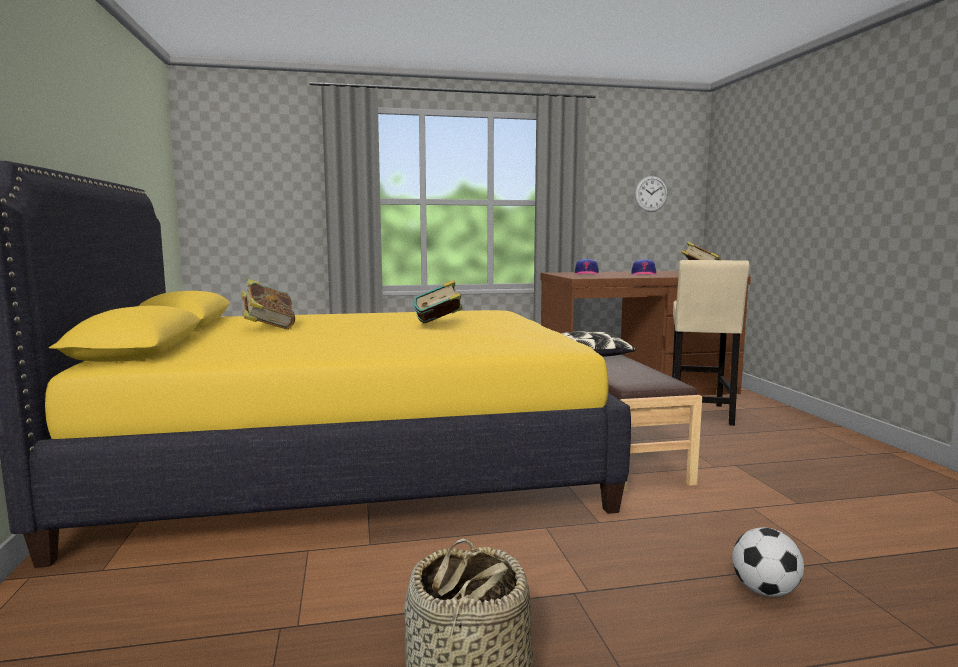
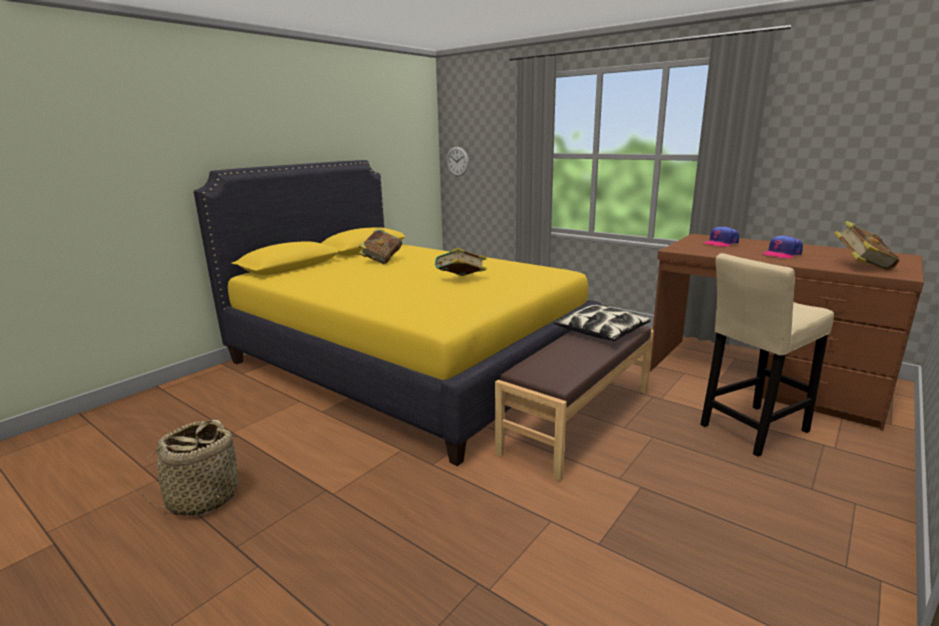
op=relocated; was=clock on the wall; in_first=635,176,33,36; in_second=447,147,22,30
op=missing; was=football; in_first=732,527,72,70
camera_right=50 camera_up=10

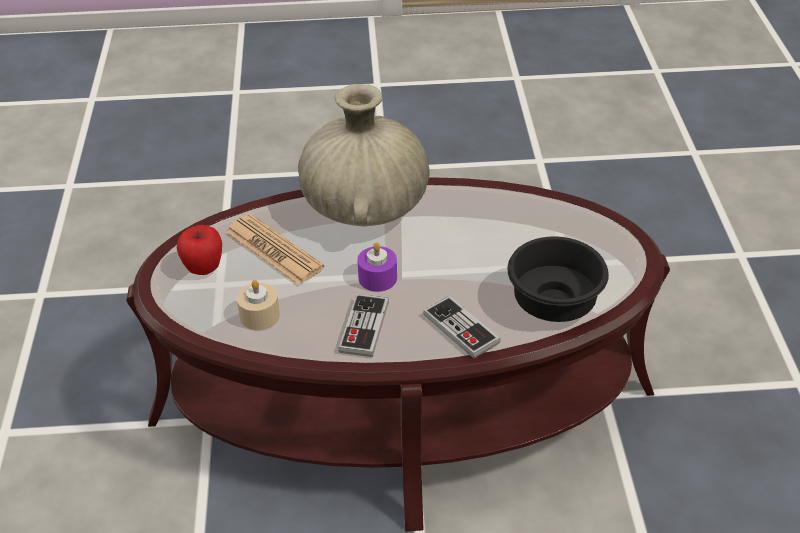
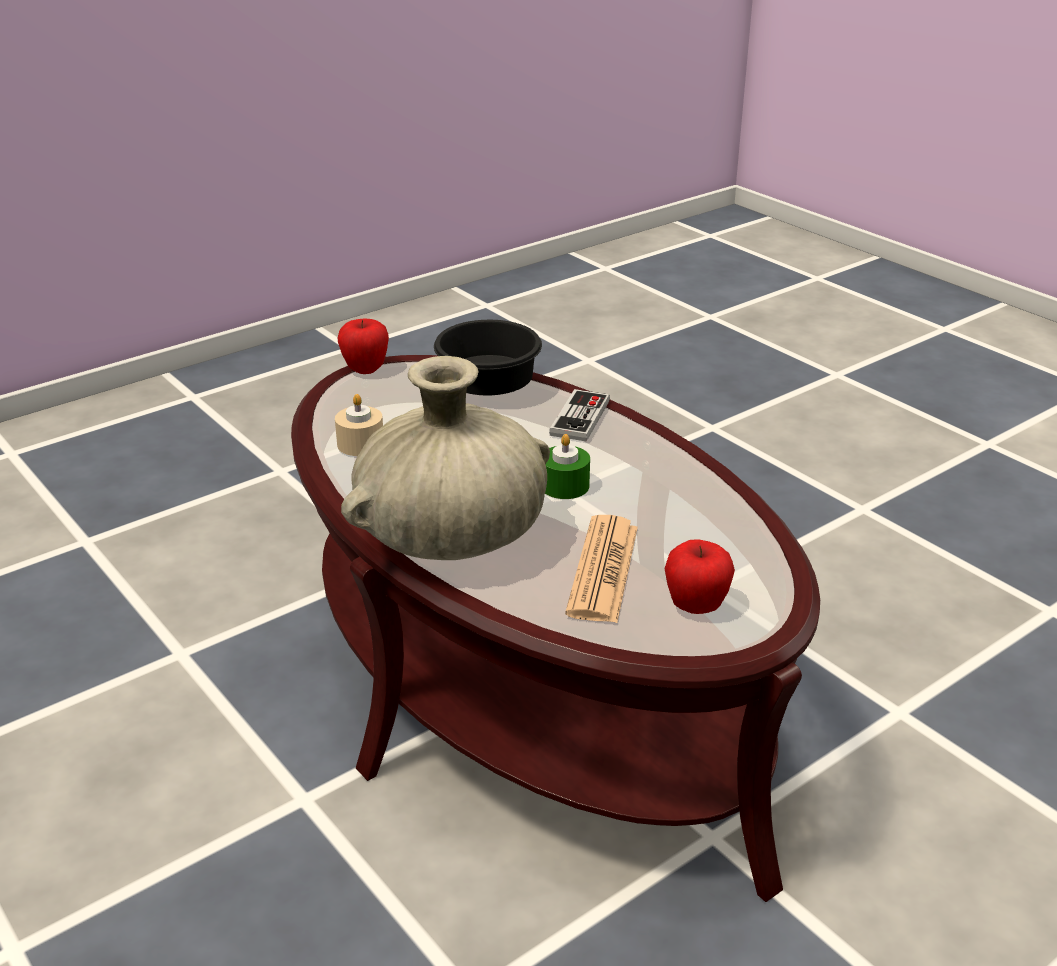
op=relocated; was=sand-coloured wax light; in_first=237,280,43,50; in_second=335,394,48,62
op=appeared; now=apple fruit; in_second=337,318,52,56
op=colour; was=purple-coloured wax light; now=greenish wax light; in_first=357,242,40,50; in_second=545,434,45,65
op=missing; was=joypad; in_first=338,294,51,63
camera_right=-125 camera_up=-10

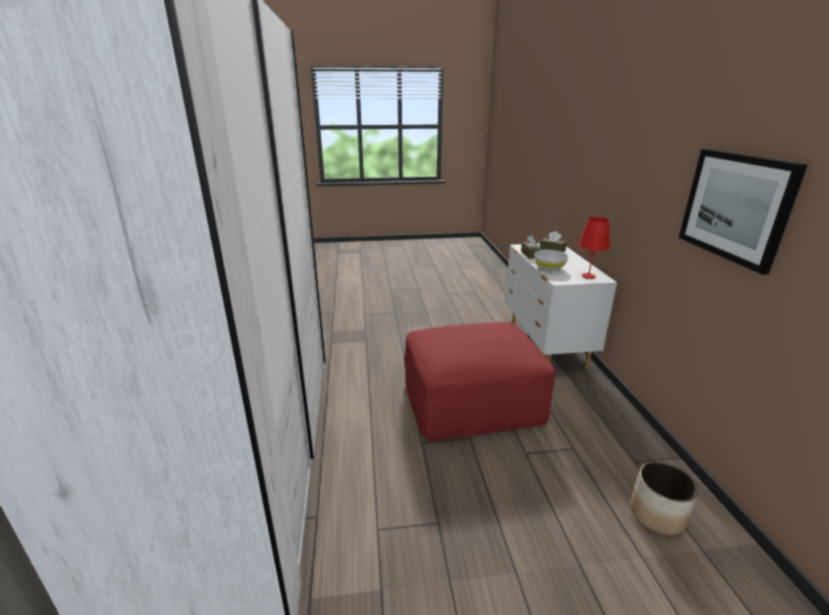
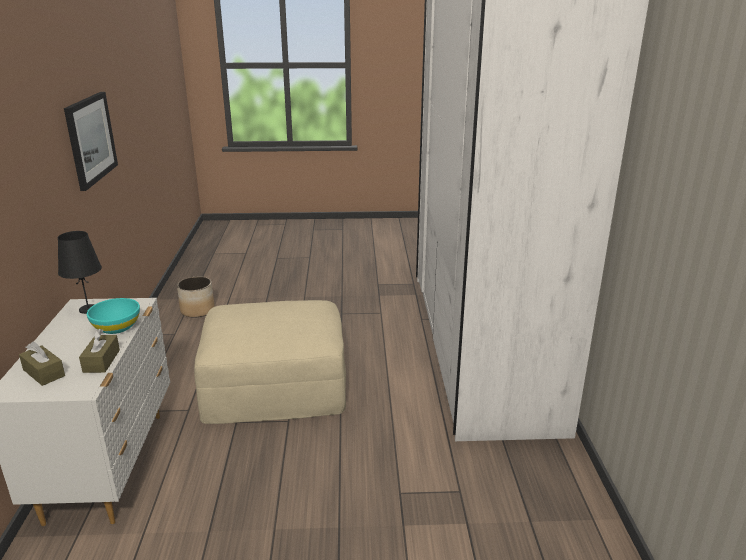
op=colour; was=reddish lamp for a table; now=black-coloured lamp for a table; in_first=578,217,32,62; in_second=58,231,44,83
op=colour; was=white-coloured deep dish; now=turquoise deep dish; in_first=534,250,34,21; in_second=87,298,53,36
op=colour; was=reddish footrest; now=sand-coloured footrest; in_first=405,322,150,119; in_second=194,300,152,124
camera_right=-175 camera_up=0

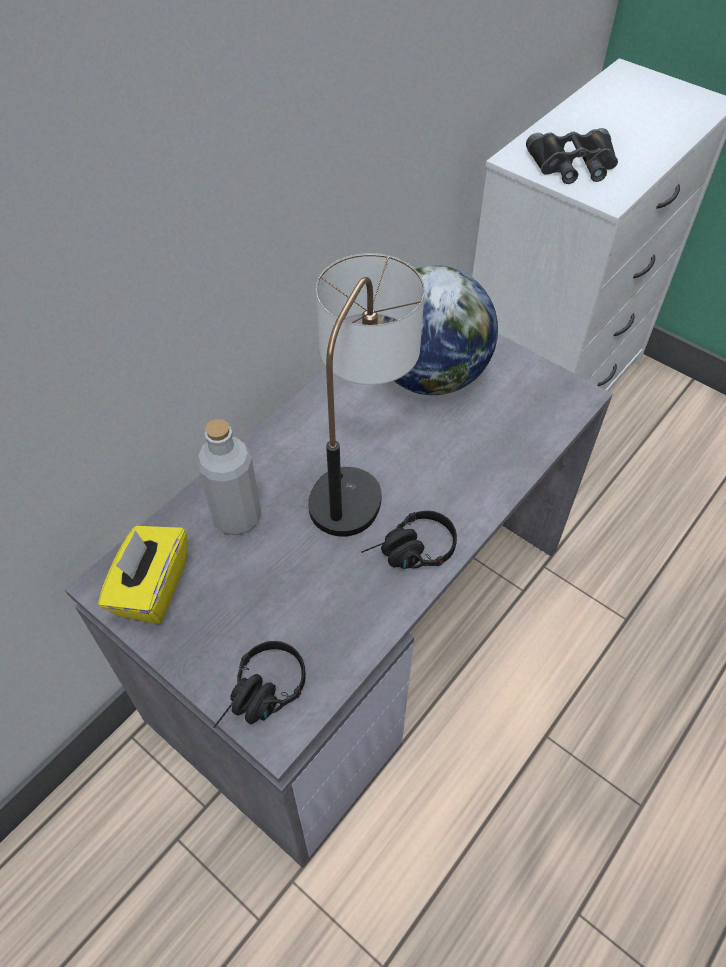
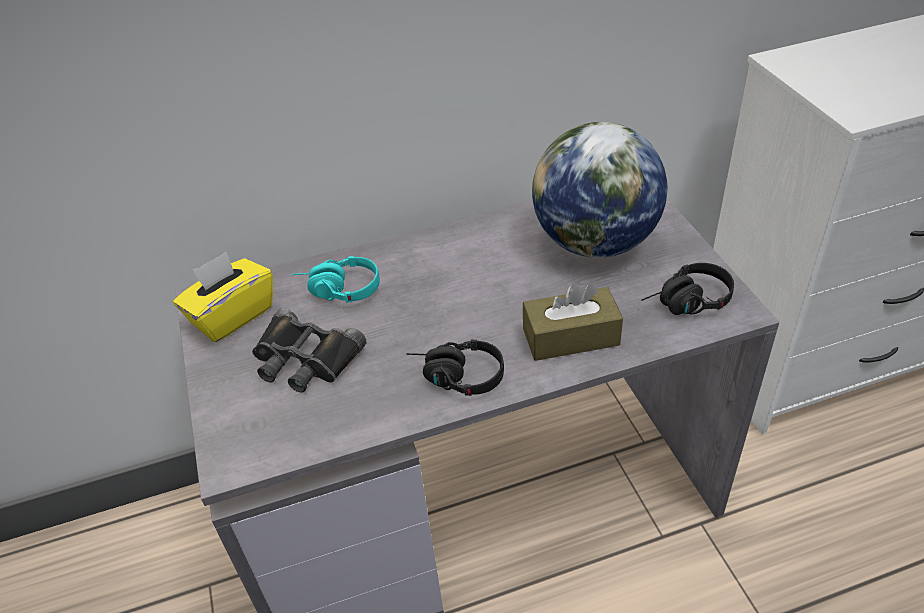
op=relocated; was=black-coloured binoculars; in_first=526,128,92,56; in_second=252,308,114,85
op=exchanged; was=grey beverage bottle; now=turquoise headphones; in_first=197,419,64,116; in_second=292,256,88,46
op=appeared; now=brown-coloured box of tissues; in_second=523,283,100,78
op=relocated; was=black-coloured headphones; in_first=214,641,92,87; in_second=641,263,93,52
op=missing; was=lamp for a table; in_first=308,253,117,284
camera_right=35 camera_up=-10

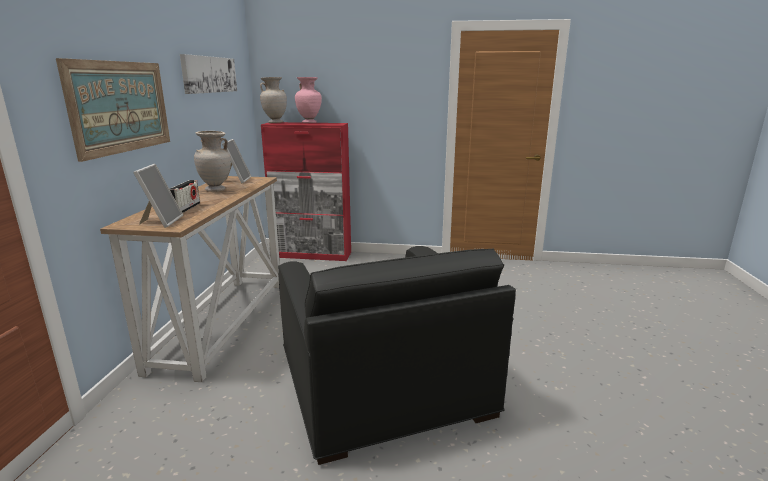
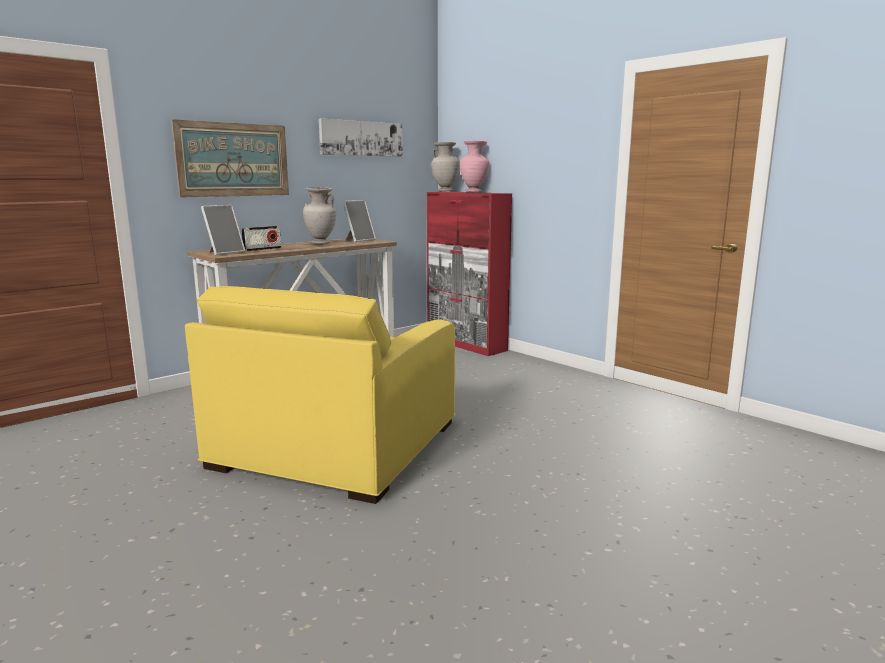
op=colour; was=black-coloured lounge chair; now=yellowish lounge chair; in_first=278,246,238,219; in_second=185,286,270,218
camera_right=40 camera_up=-5

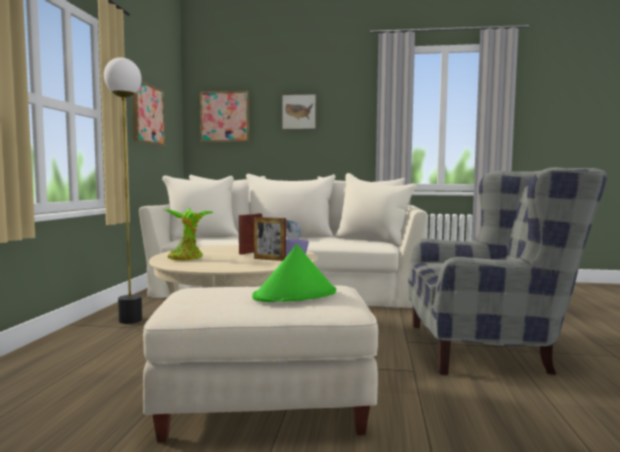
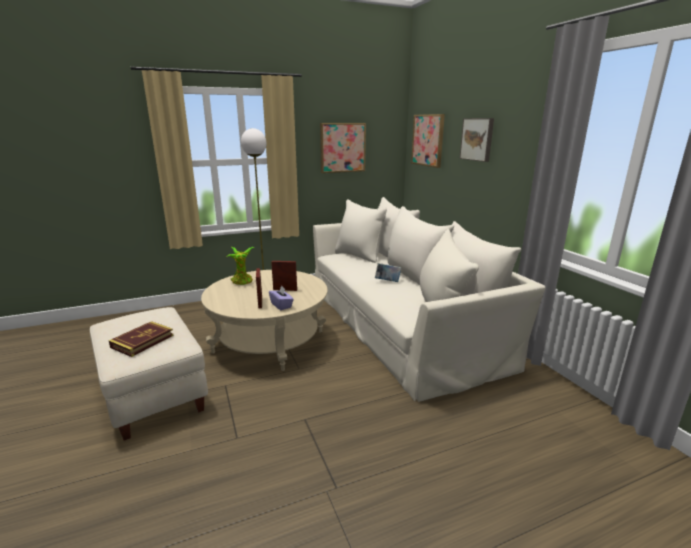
op=exchanged; was=greenish hat; now=volume; in_first=252,244,84,58; in_second=109,321,65,36
op=missing; was=grey lounge chair; in_first=408,167,199,208
camera_right=60 camera_up=15

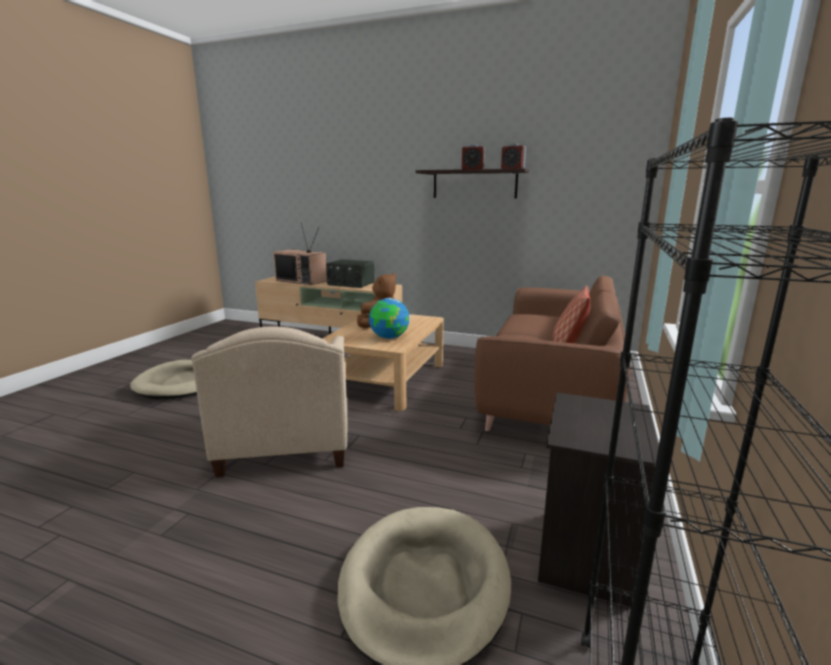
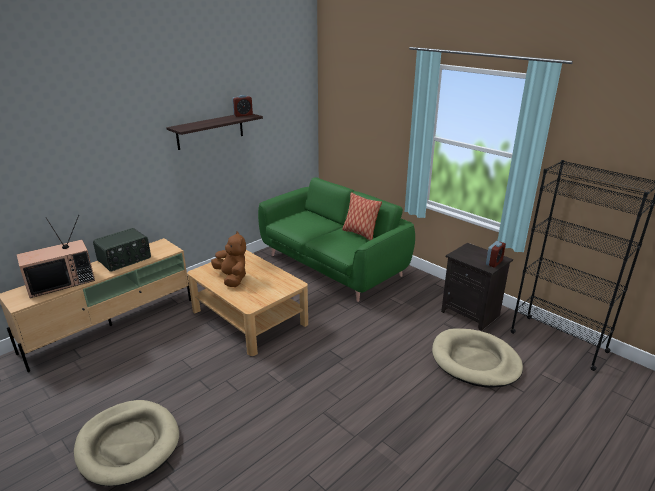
op=colour; was=brown-coloured settee; now=greenish settee; in_first=474,276,156,155; in_second=258,177,157,125
op=relocated; was=bedside clock; in_first=462,144,23,25; in_second=486,241,20,26
op=missing; was=sand-coloured lounge chair; in_first=191,326,156,151
op=missing; was=world globe; in_first=369,298,40,41
camera_right=-65 camera_up=10

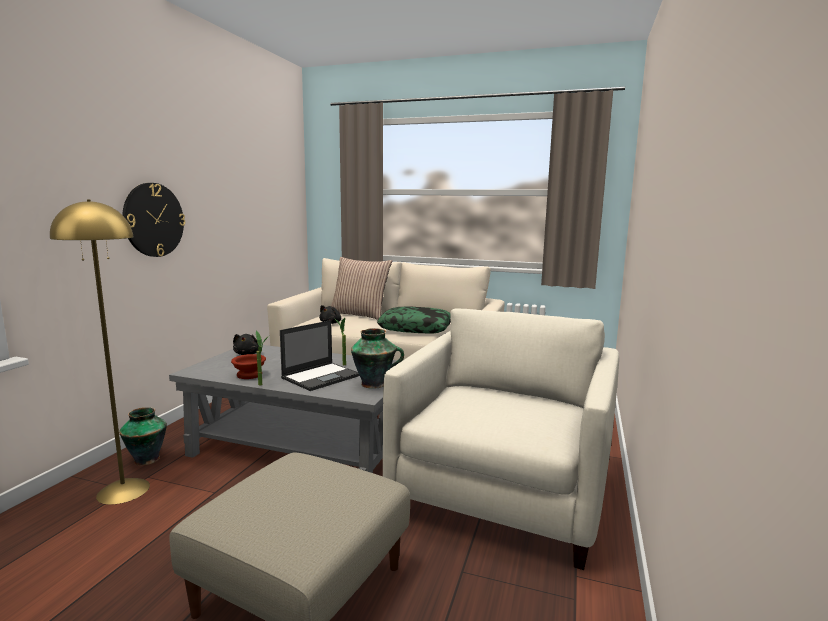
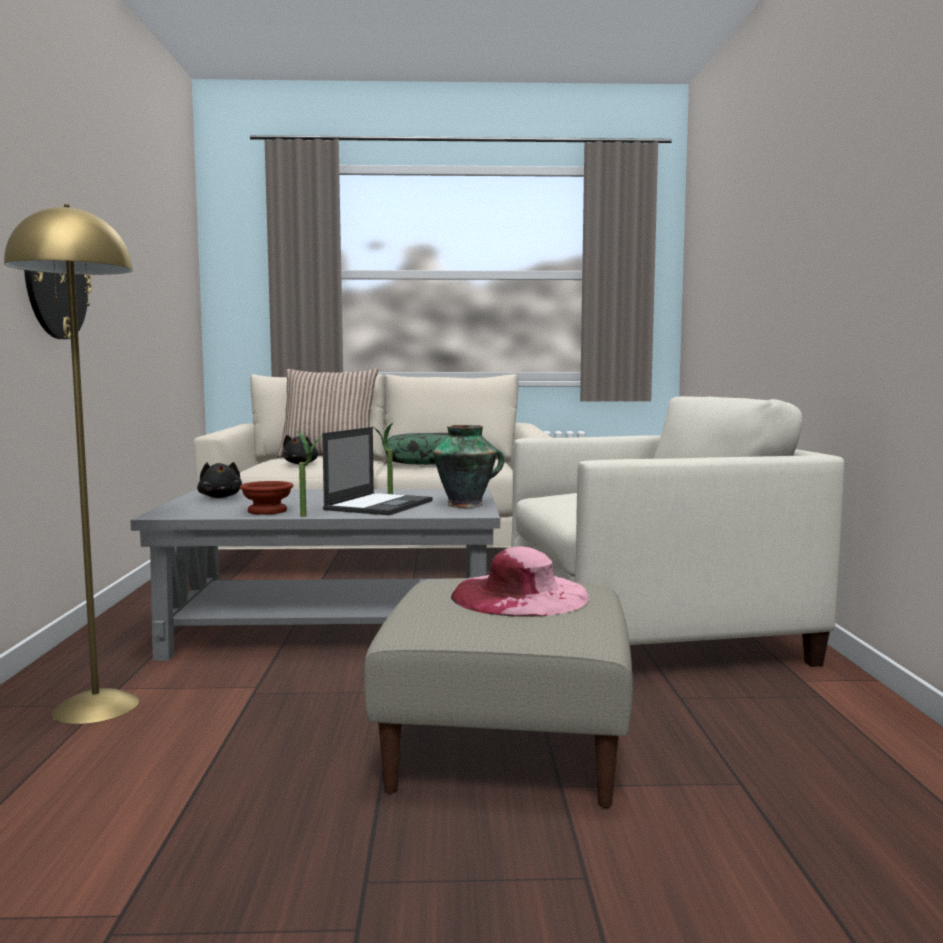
op=appeared; now=pink hat; in_second=451,546,138,71
op=spun; was=sand-coloured lounge chair; in_first=383,309,236,261; in_second=511,396,333,271; clockwise=75
op=missing; was=vase; in_first=119,407,48,59
camera_right=-20 camera_up=-5

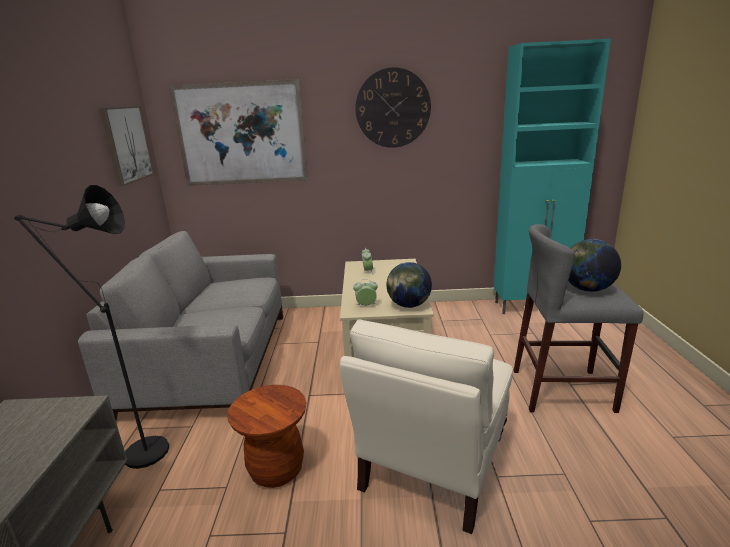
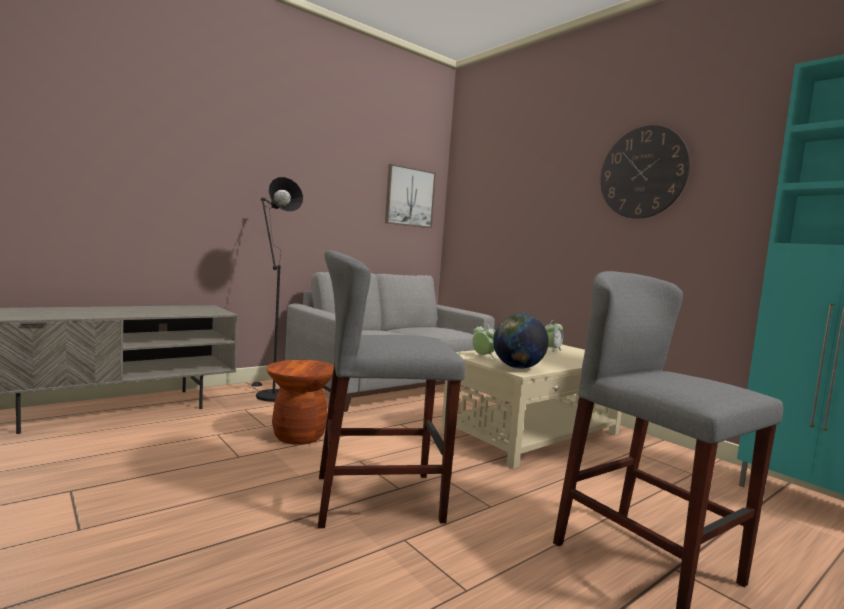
op=exchanged; was=sand-coloured lounge chair; now=grey stool; in_first=340,319,173,215; in_second=318,250,148,278
op=missing; was=wall art; in_first=169,79,139,107
op=missing; was=world globe; in_first=568,239,53,53
camera_right=50 camera_up=-15

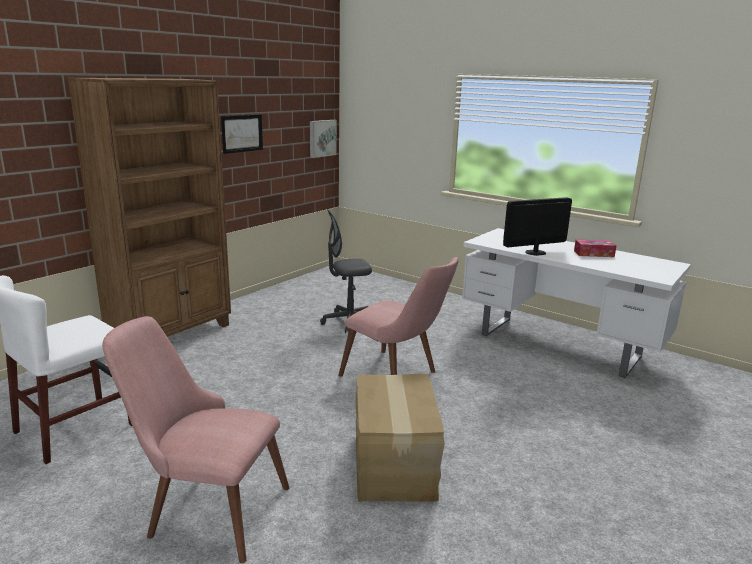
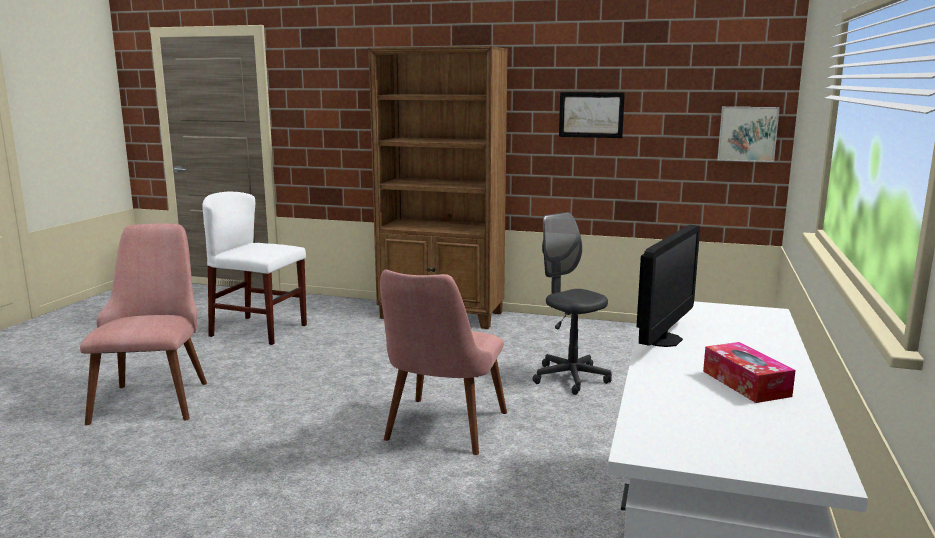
op=spun; was=computer display; in_first=503,197,69,59; in_second=636,225,64,122; clockwise=75
op=missing; was=packing box; in_first=356,374,89,128
camera_right=70 camera_up=-5

